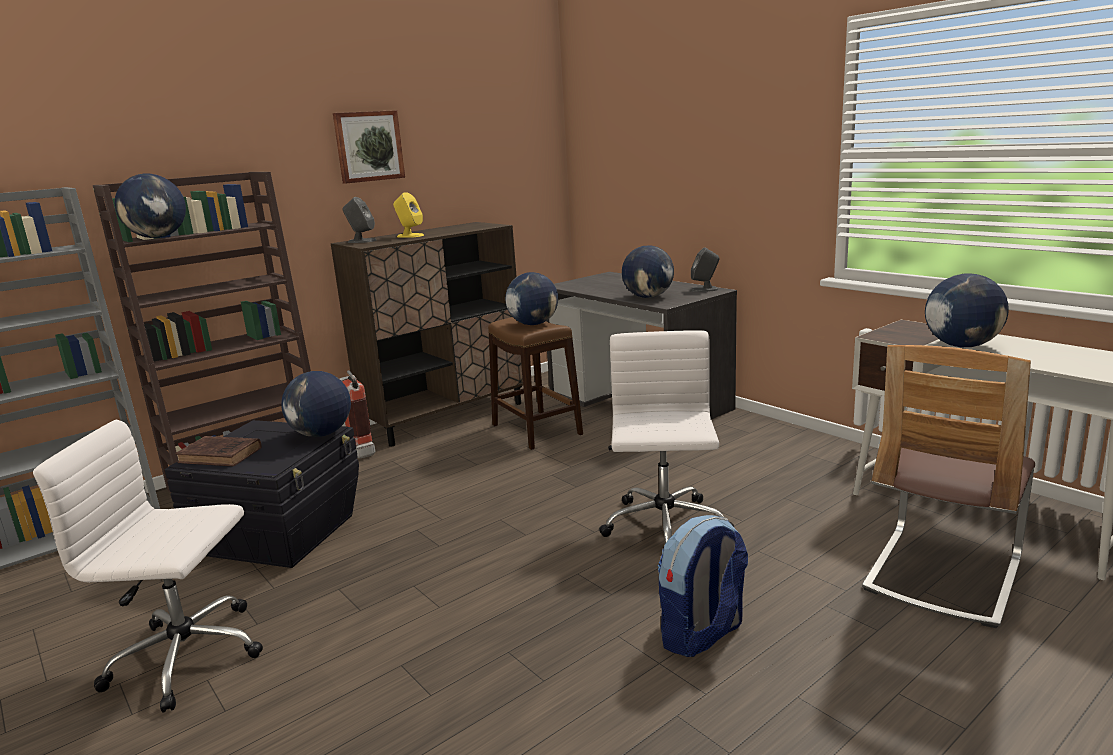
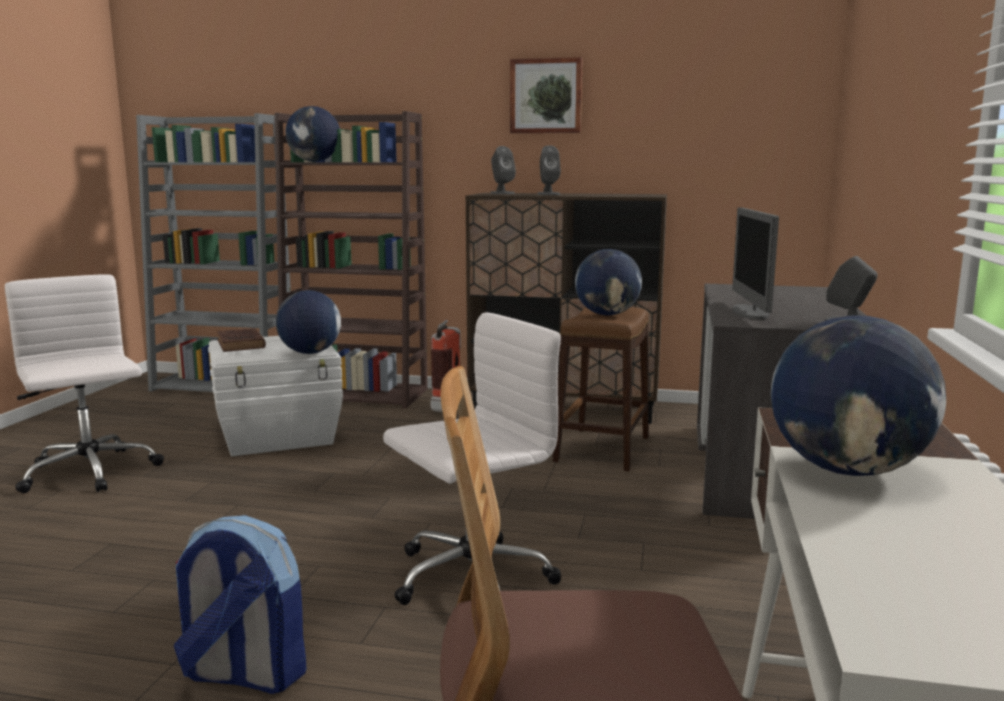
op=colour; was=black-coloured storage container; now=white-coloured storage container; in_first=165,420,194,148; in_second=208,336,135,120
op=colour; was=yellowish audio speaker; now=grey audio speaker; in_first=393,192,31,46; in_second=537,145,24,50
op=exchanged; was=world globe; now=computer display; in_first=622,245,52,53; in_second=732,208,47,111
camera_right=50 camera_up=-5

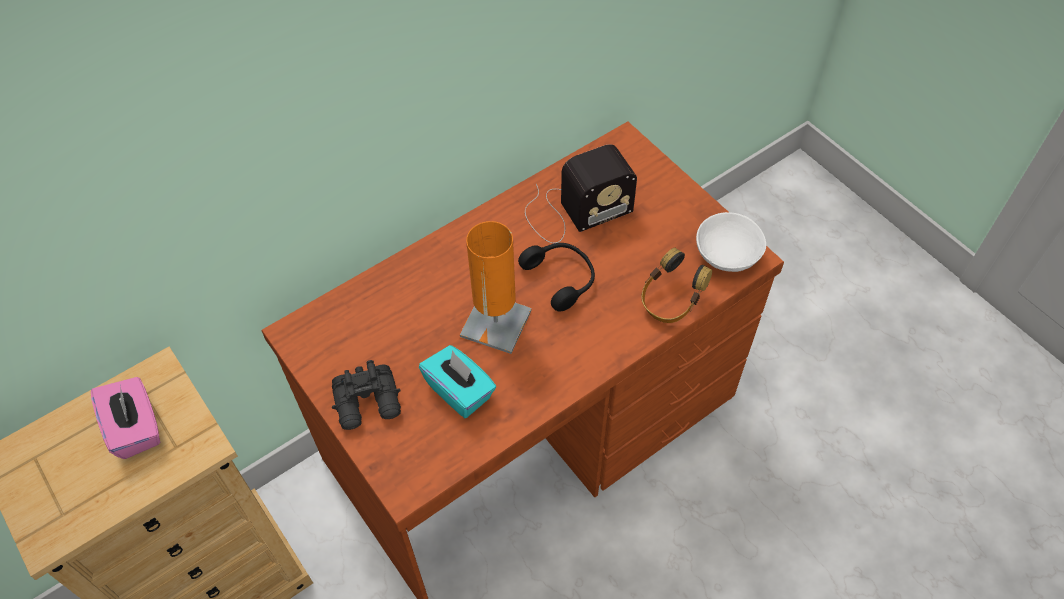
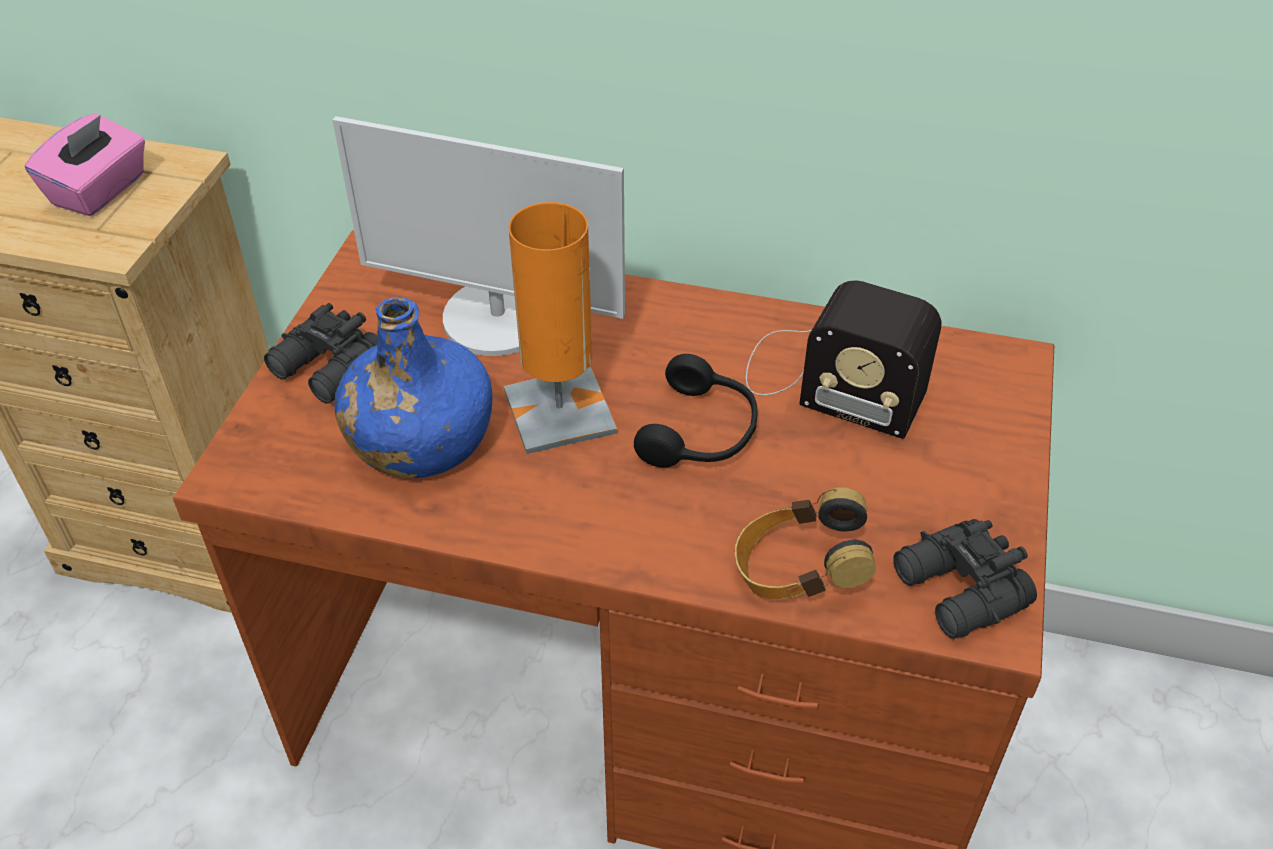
op=appeared; now=computer display; in_second=332,116,293,240
op=exchanged; was=turquoise box of tissues; now=blue-coloured beverage bottle; in_first=419,345,77,73; in_second=334,297,159,181
op=exchanged; was=white-coloured deep dish; now=black-coloured binoculars; in_first=696,212,70,60; in_second=893,519,144,120
camera_right=50 camera_up=-10

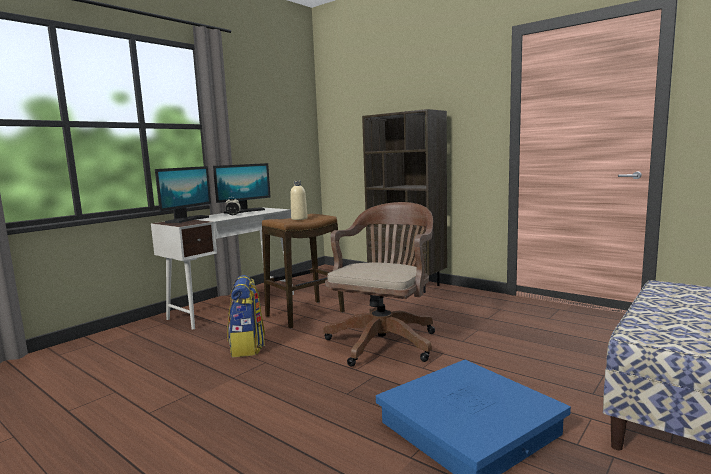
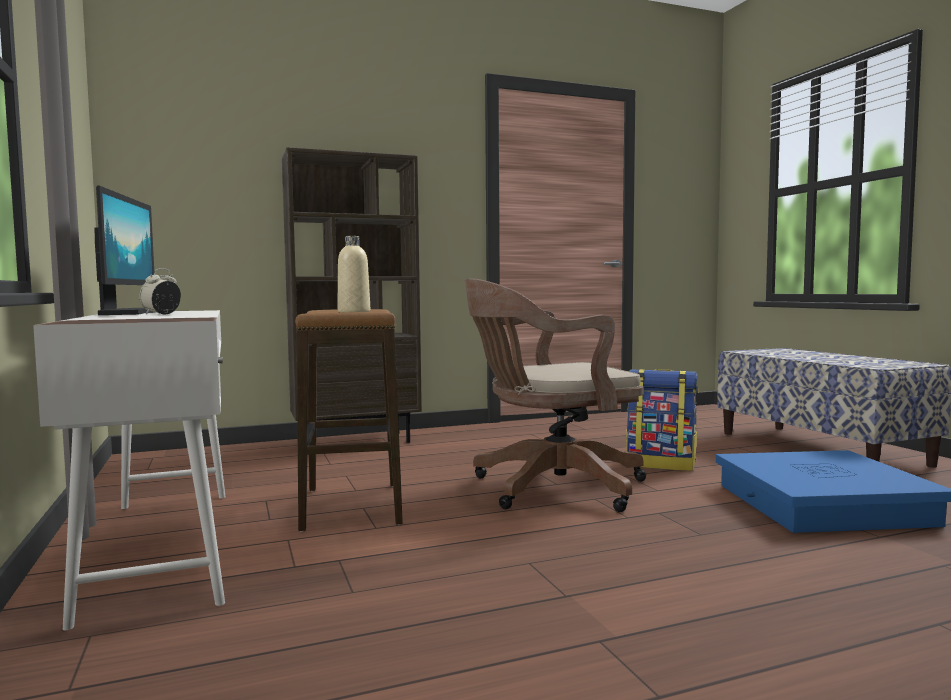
op=spun; was=brown-coloured computer chair; in_first=323,202,112,165; in_second=464,279,182,233; clockwise=-75
op=relocated; was=rucksack; in_first=227,275,38,82; in_second=626,369,72,102
op=missing; was=computer display; in_first=155,166,56,57
camera_right=-60 camera_up=-5

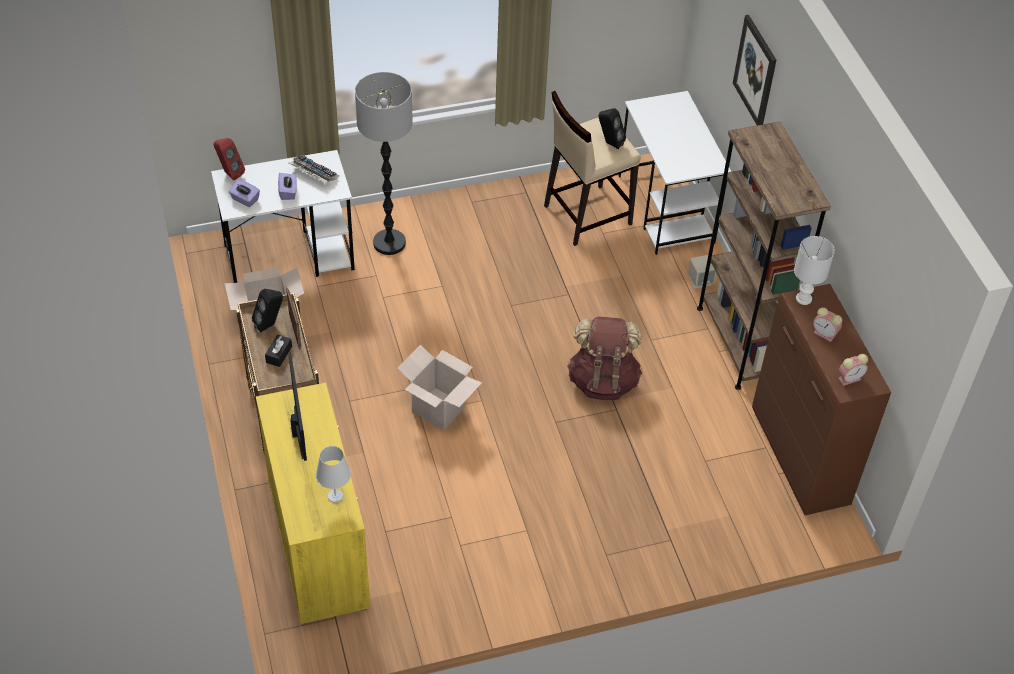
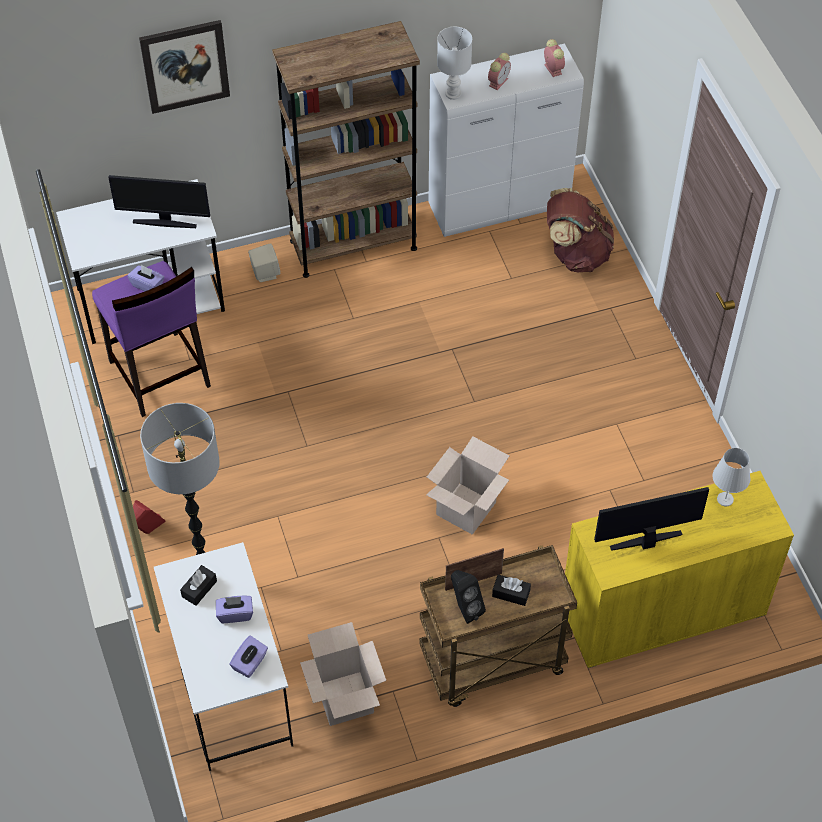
op=colour; was=sand-coloured stool; now=purple-coloured stool; in_first=544,91,97,155; in_second=92,261,119,156
op=appeared; now=computer display; in_second=108,175,102,53
op=exchanged; was=black-coloured audio speaker; now=purple-coloured box of tissues; in_first=599,108,27,41; in_second=127,265,37,26
op=relocated; was=reddish audio speaker; in_first=214,138,31,42; in_second=133,500,32,34
op=exchanged; was=keyboard; now=black-coloured box of tissues; in_first=289,155,50,28; in_second=180,565,37,41
op=colour; was=brown-coloured cabinet; now=white-coloured cabinet; in_first=752,284,139,231; in_second=428,43,156,194
op=relocated; was=brown-coloured rucksack; in_first=567,317,75,83; in_second=547,188,67,84
camera_right=-90 camera_up=5

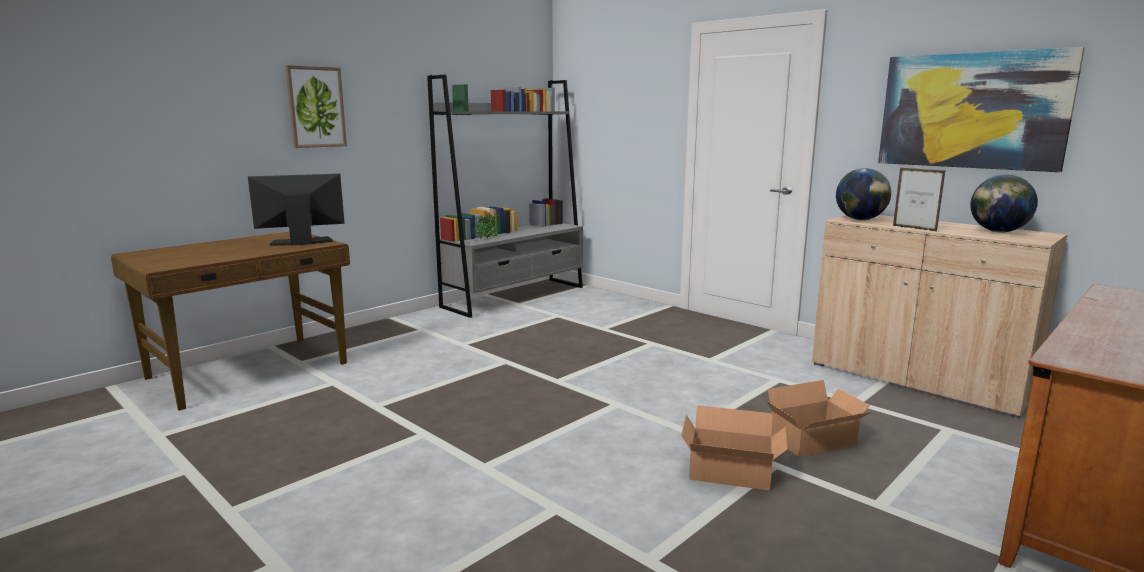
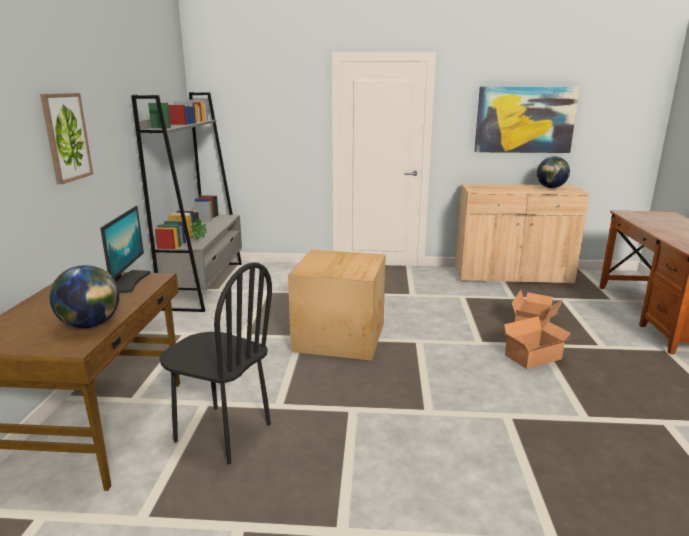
op=relocated; was=world globe; in_first=836,168,55,52; in_second=49,265,71,63
op=spun; was=computer display; in_first=248,174,97,72; in_second=100,206,50,87; clockwise=150
op=appeared; now=black-coloured upright chair; in_second=159,262,113,203
op=appeared; now=packing box; in_second=288,250,98,111
op=missing; was=standing frame; in_first=893,168,52,64
camera_right=-40 camera_up=5

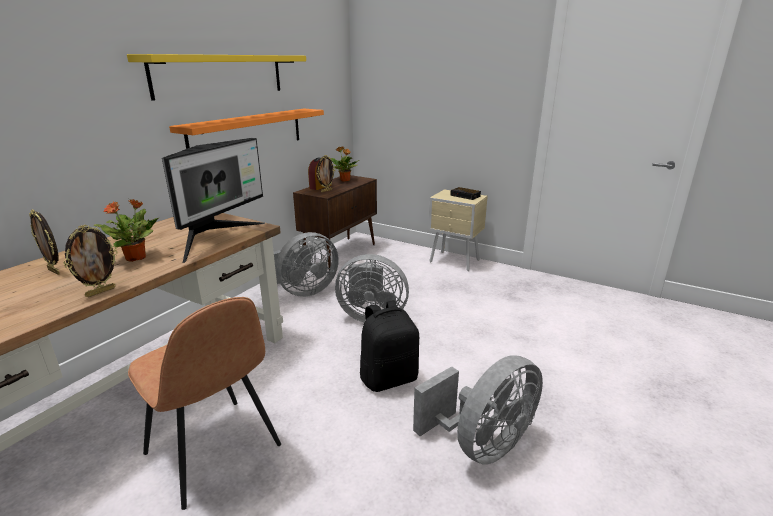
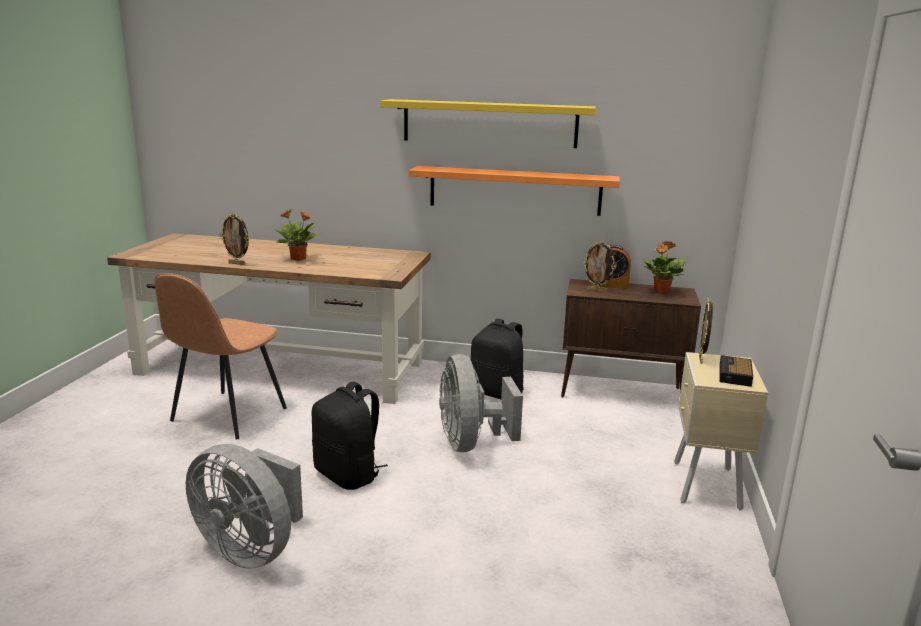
op=exchanged; was=grey electric fan; now=black-coloured rucksack; in_first=274,232,65,65; in_second=471,319,53,80
op=relocated; was=standing frame; in_first=29,210,31,65; in_second=699,299,14,65
op=missing; was=computer display; in_first=162,138,103,125
camera_right=70 camera_up=-5

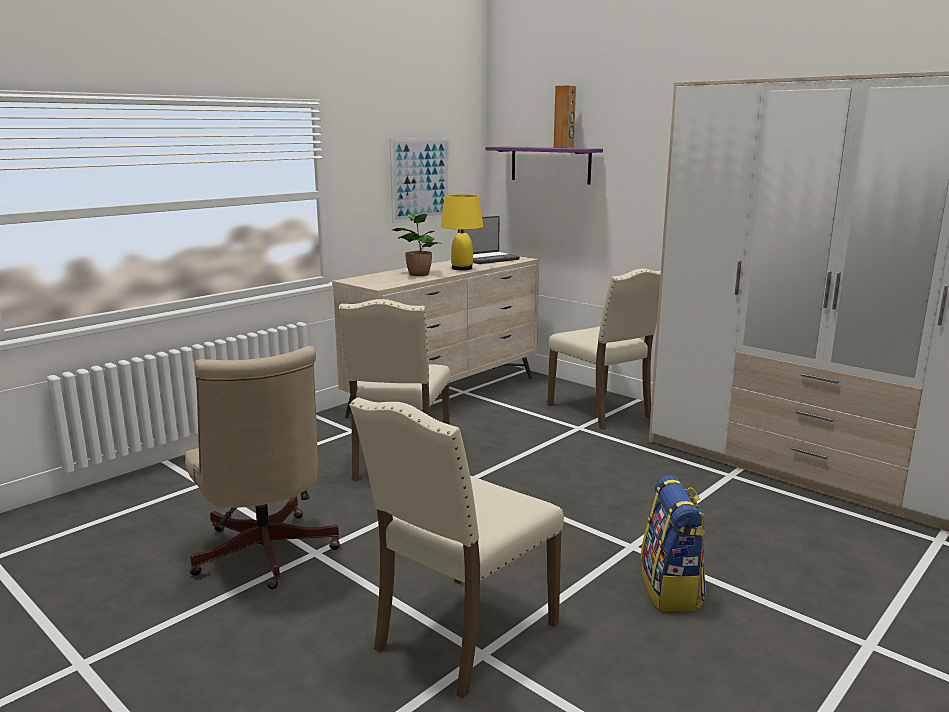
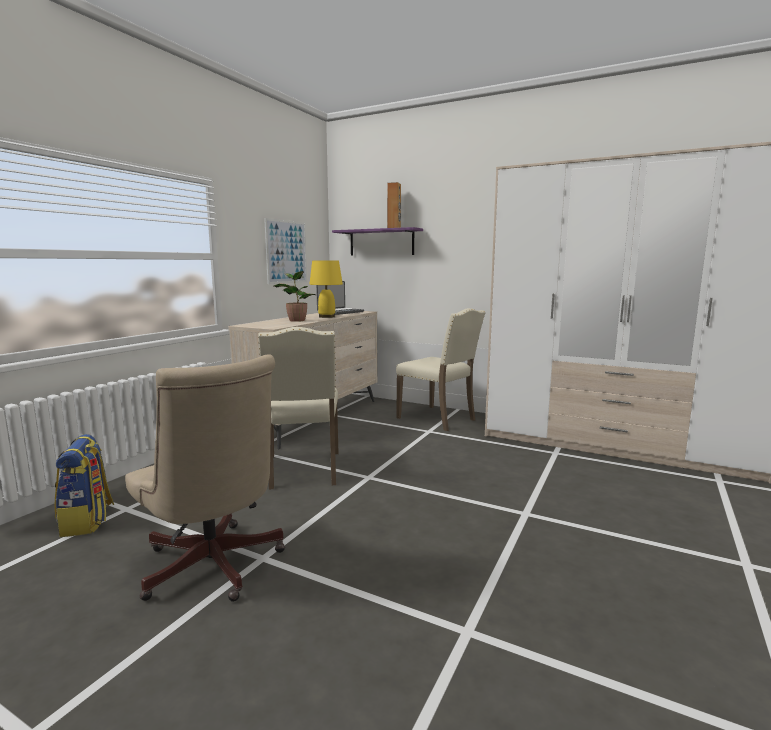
op=relocated; was=rucksack; in_first=641,476,65,135; in_second=54,434,60,103
op=missing; was=sand-coloured upright chair; in_first=349,397,215,302
camera_right=-15 camera_up=-5

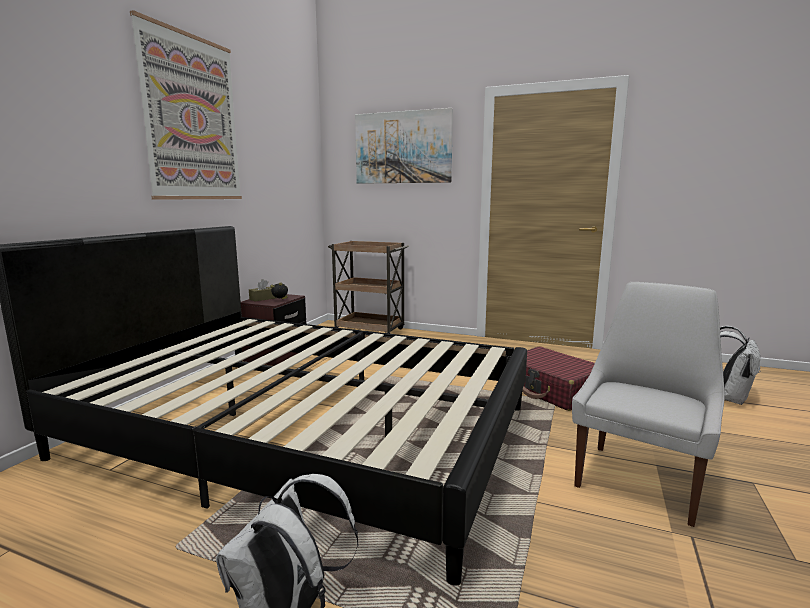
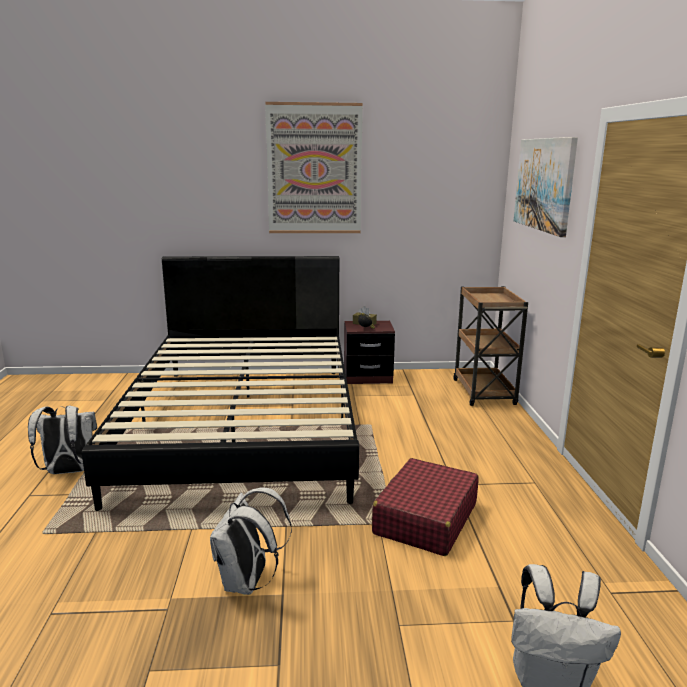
op=exchanged; was=white-coloured upright chair; now=white-coloured rucksack; in_first=572,282,153,245; in_second=210,487,82,108
camera_right=65 camera_up=5

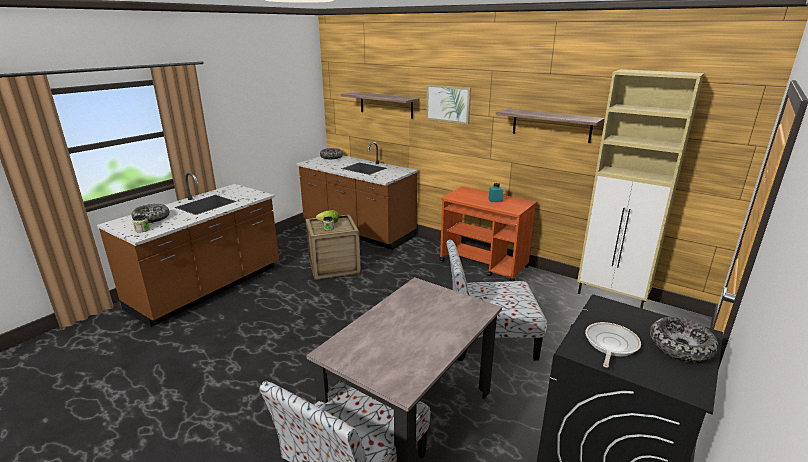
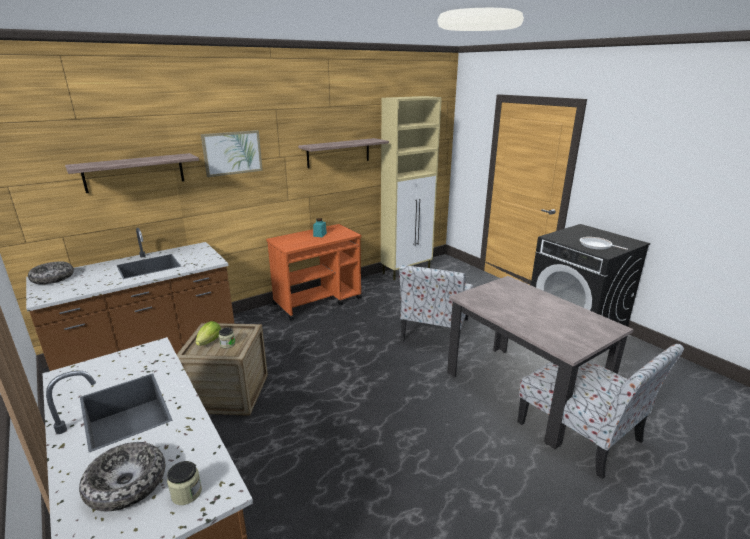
op=missing; was=deep dish; in_first=650,317,69,46
camera_right=-70 camera_up=0

